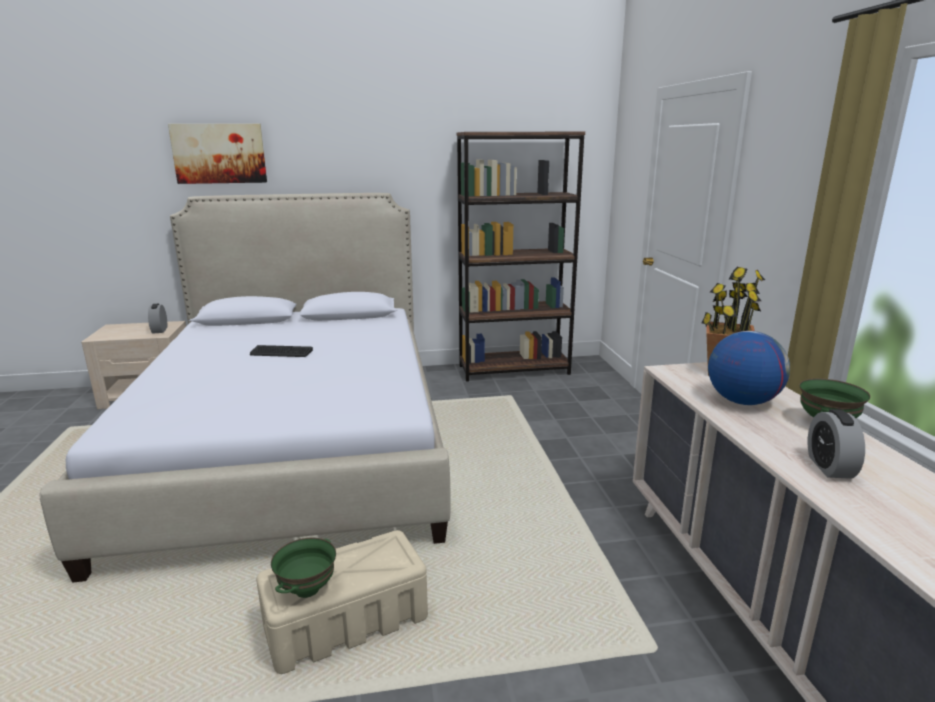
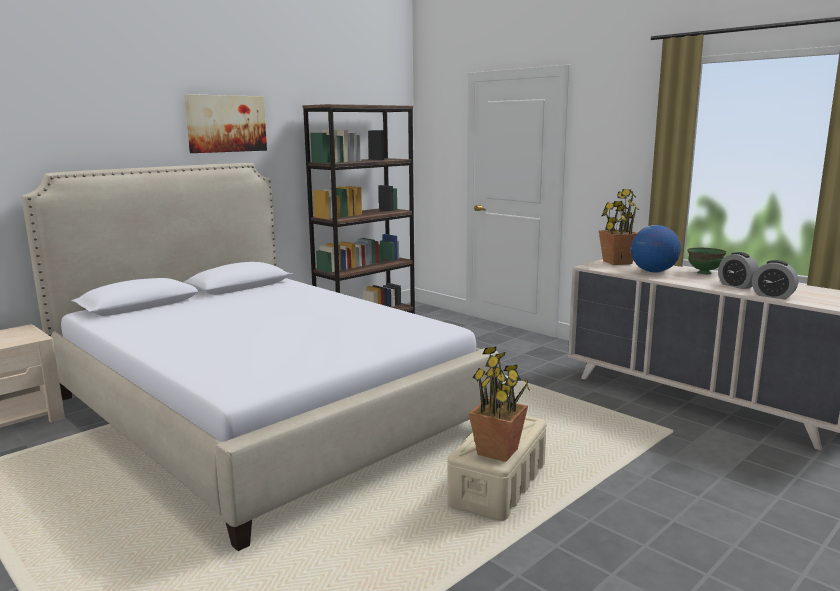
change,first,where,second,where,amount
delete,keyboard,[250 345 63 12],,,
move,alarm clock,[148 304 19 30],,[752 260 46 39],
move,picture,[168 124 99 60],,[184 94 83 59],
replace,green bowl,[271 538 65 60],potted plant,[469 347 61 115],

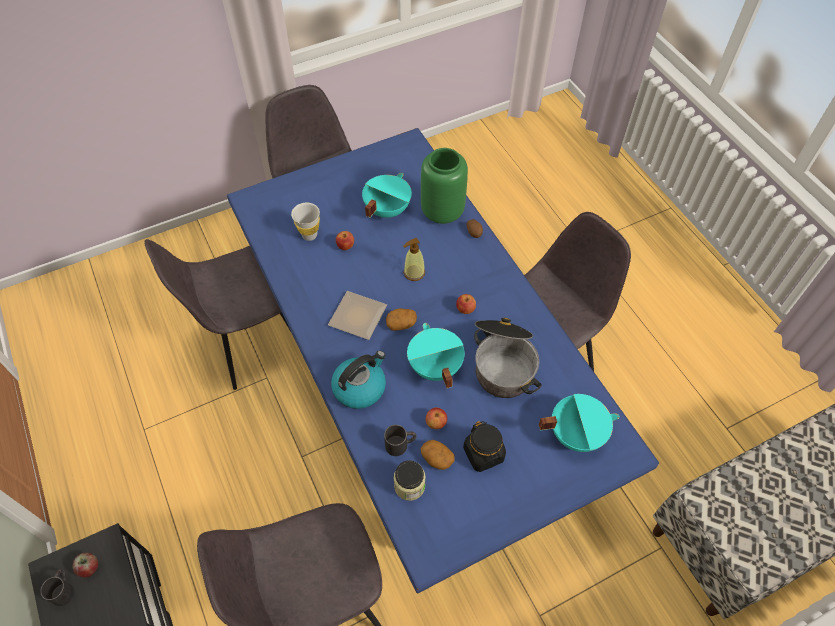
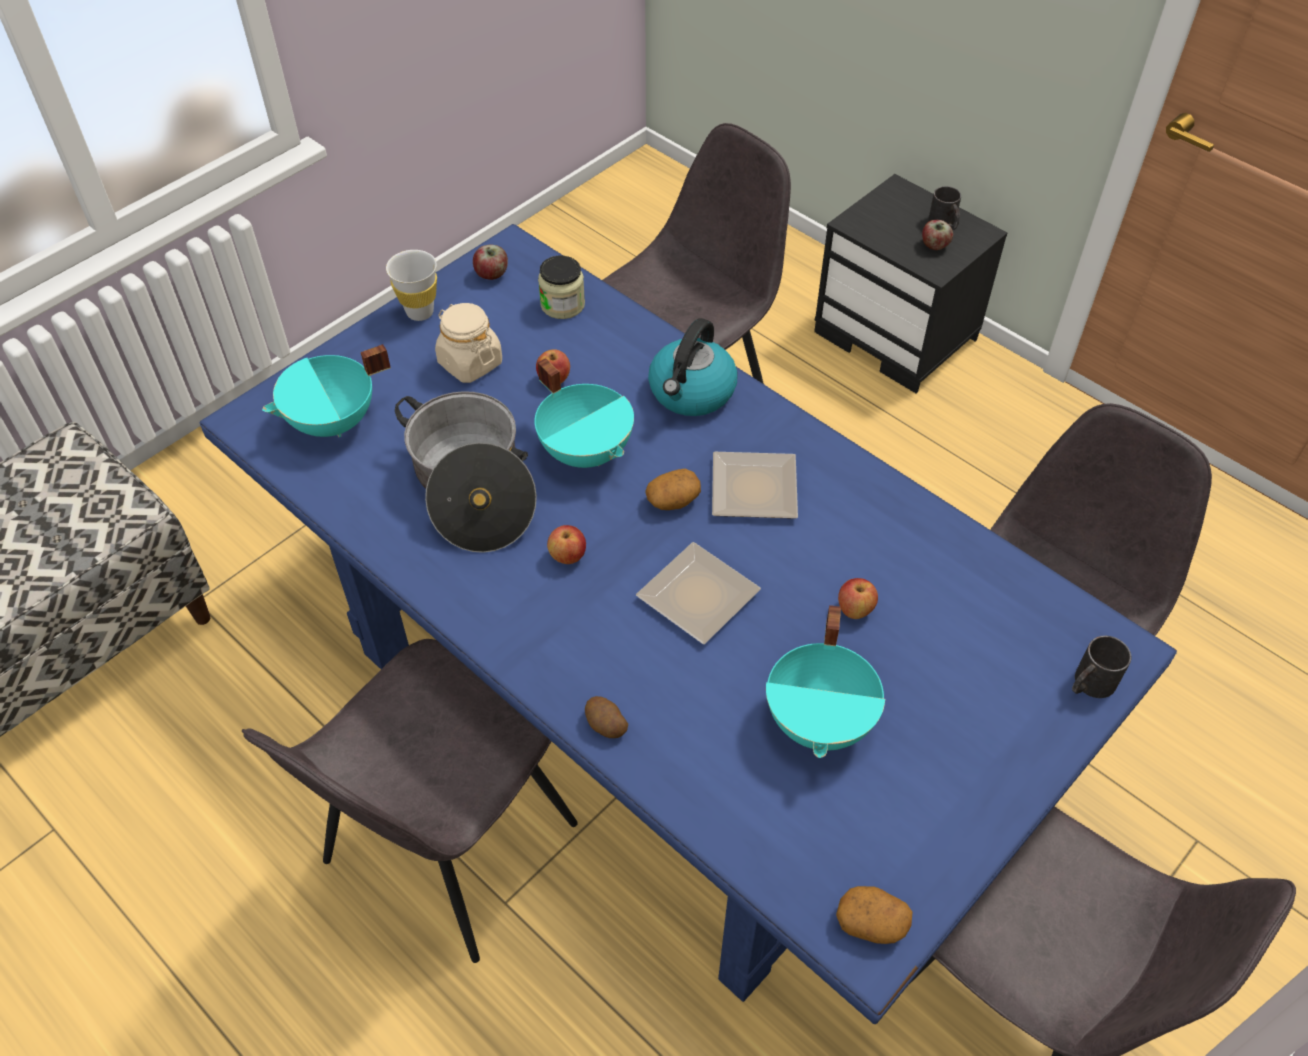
change,first,where,second,where,amount
delete,green vase,[421 148 47 76],,,
insert,,,apple,[473 245 35 35],
move,white cup,[291 203 29 38],,[386 250 51 71],
move,black mug,[384 425 33 31],,[1072 636 59 62],
move,potato,[421 440 34 30],,[836 886 76 58],
replace,soap dispenser,[403 238 22 43],plate,[636 542 125 102],
recolor,black jar,[463 421 43 51],beige jar,[435 303 67 80],

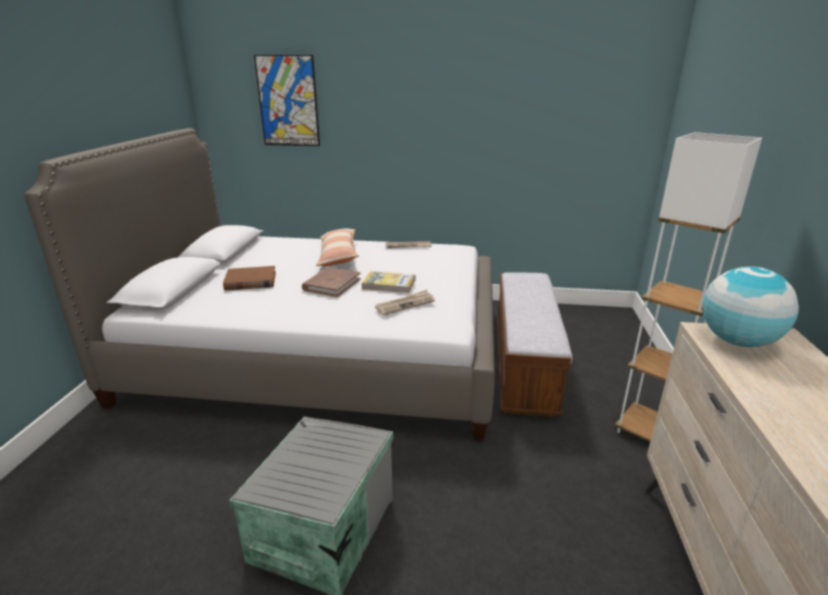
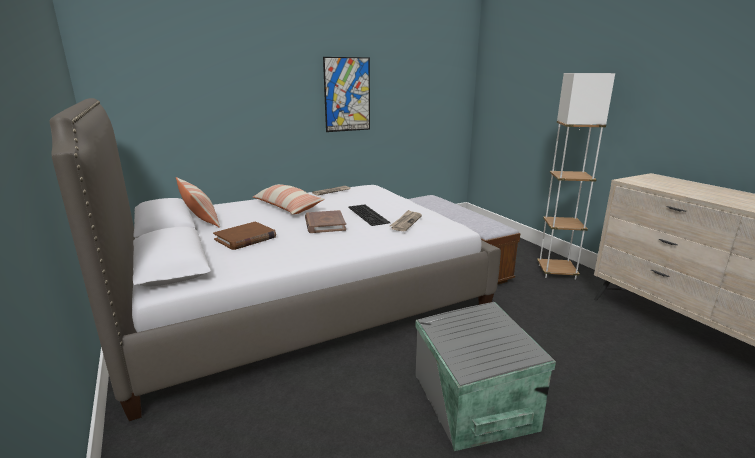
change,first,where,second,where,amount
delete,globe,[702 266 97 81],,,
insert,,,pillow,[176 177 44 51],
move,picture,[254 55 66 91],,[323 57 47 75],
replace,book,[362 271 53 22],keyboard,[348 204 43 22],

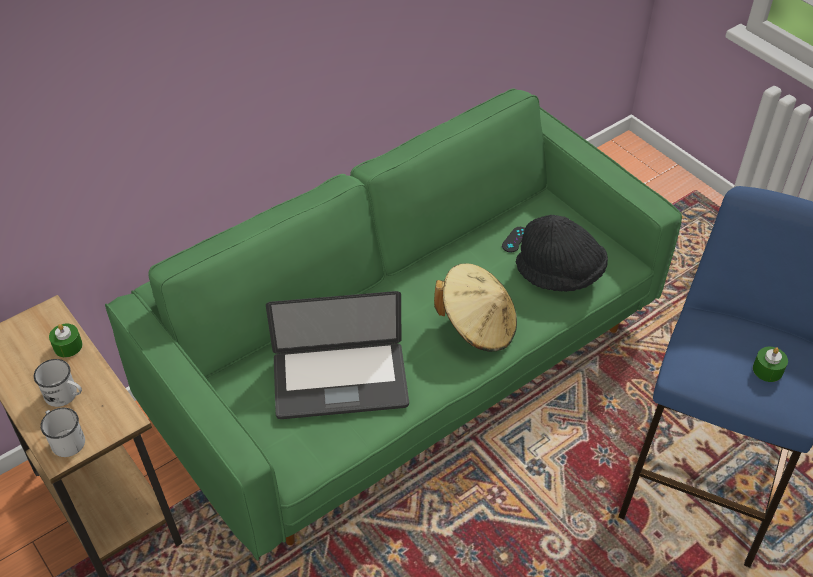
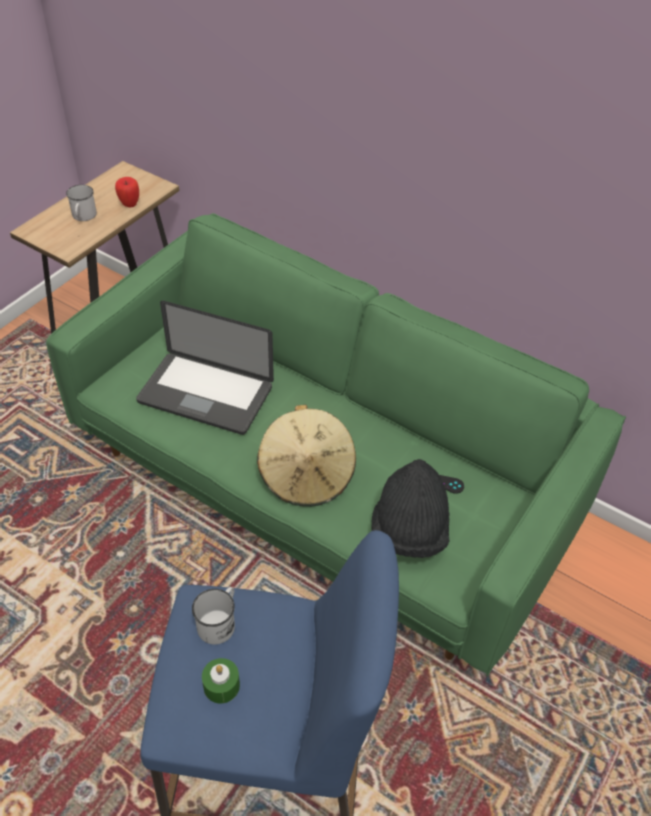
change,first,where,second,where,amount
move,white mug,[40 408 45 49],,[192 587 43 57],
replace,green candle,[49 324 34 33],apple,[115 177 24 31],
rotate,laptop,[266 291 143 128],,[136 301 138 134],45 degrees counterclockwise

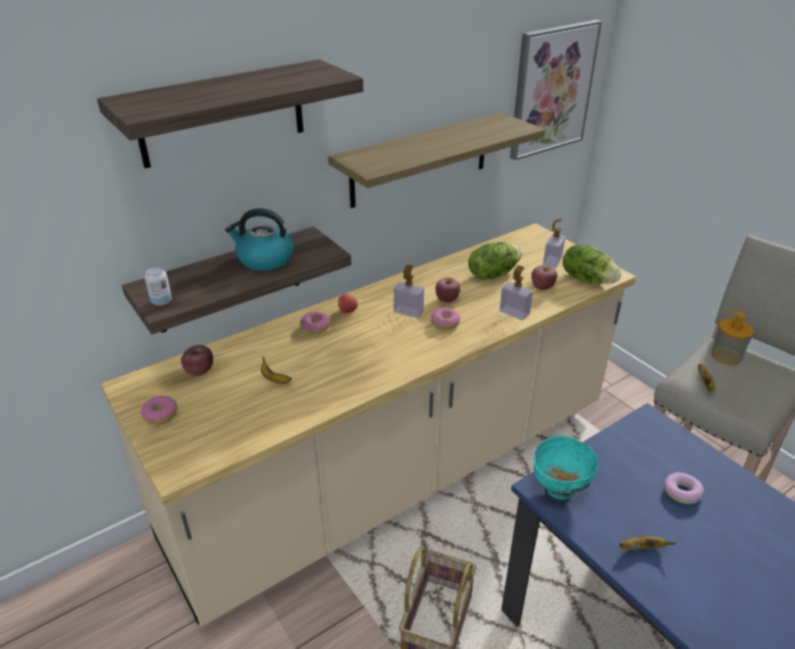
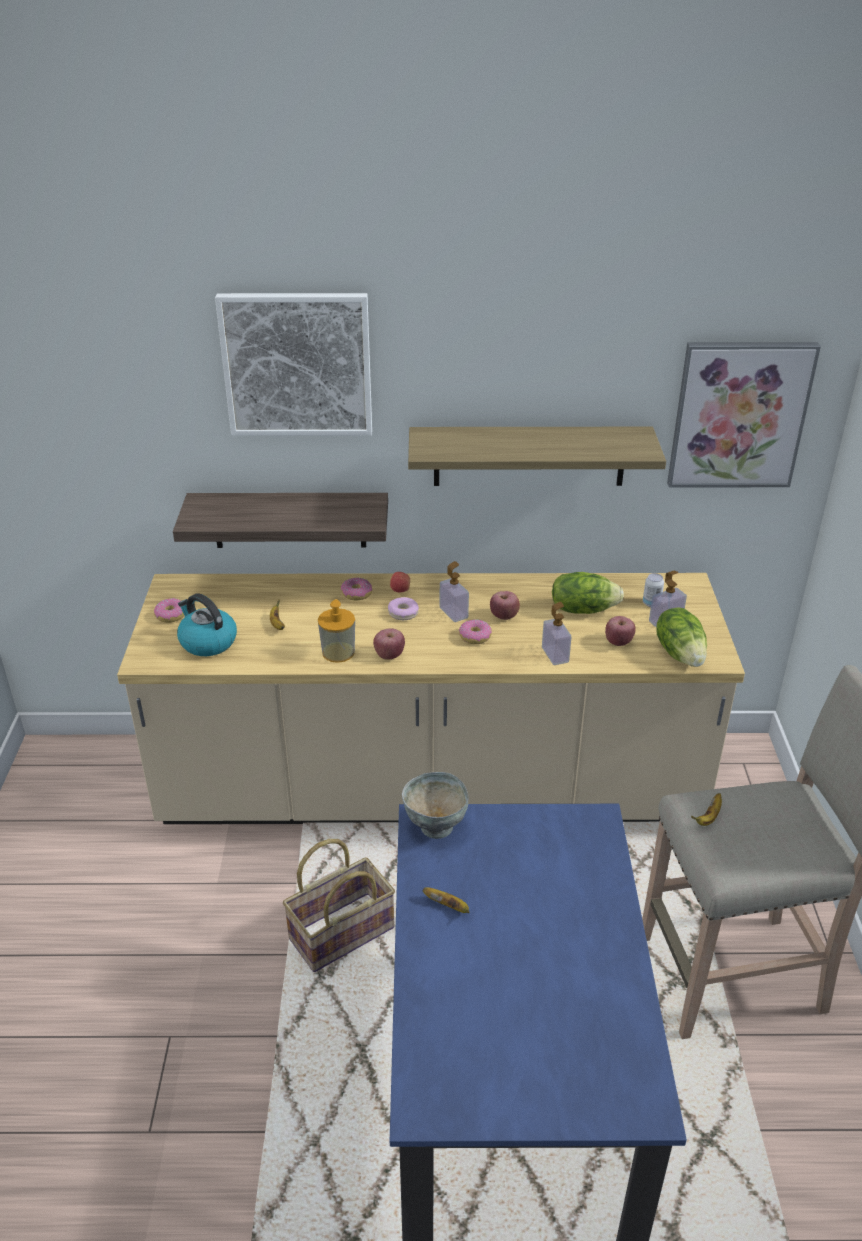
change,first,where,second,where,amount
move,can,[144 266 28 40],,[643 573 21 34],
move,apple,[181 345 32 31],,[373 628 32 32],
move,kettle,[225 208 69 63],,[177 593 60 63],
move,donut,[664 473 40 31],,[388 597 31 23],
move,soap dispenser,[712 311 42 54],,[318 599 37 64],
replace,shelf,[97 59 266 109],picture,[215 293 157 143],
recolor,turquoise bowl,[534 436 64 63],grey bowl,[402 772 67 67],

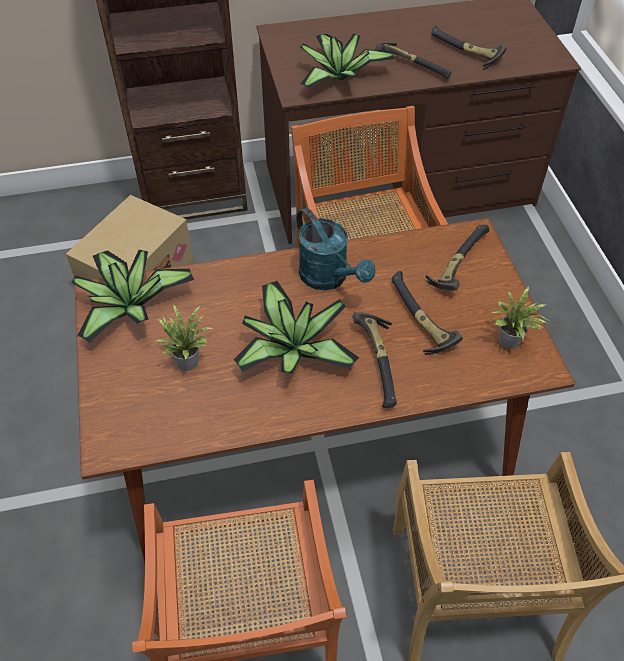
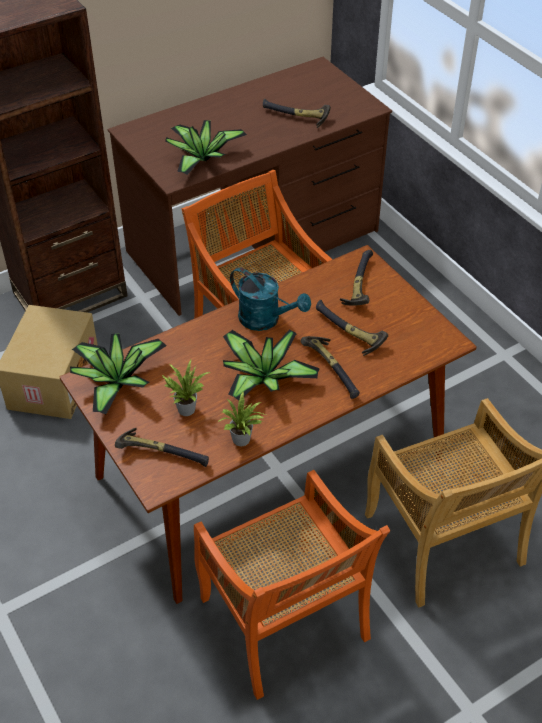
change,first,where,second,where,amount
move,hammer,[375 43 77 36],,[115 428 94 39],
move,potted plant,[492 285 57 64],,[218 391 48 55],

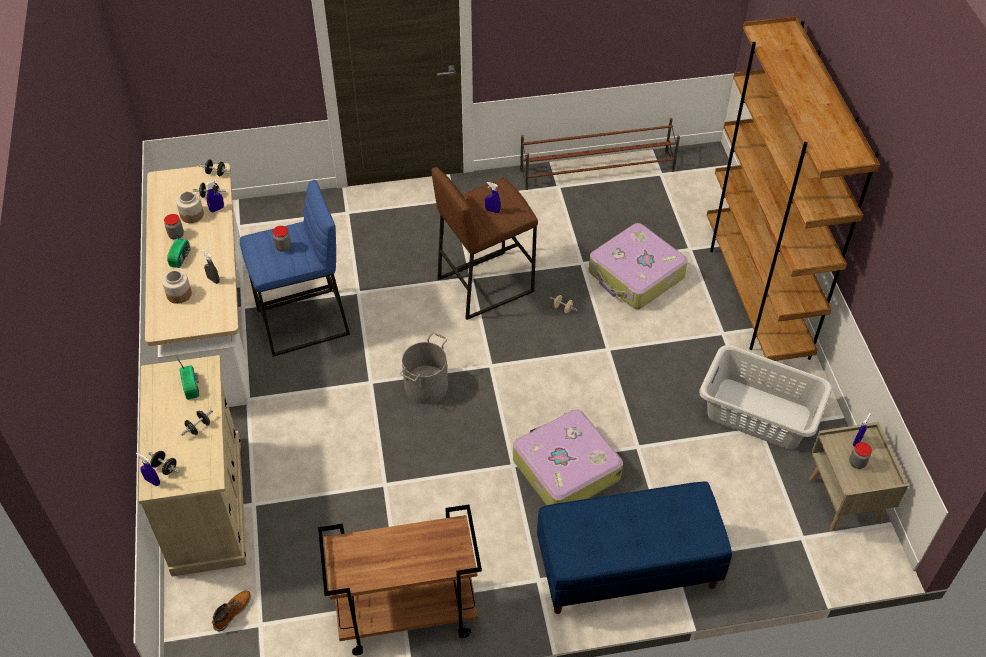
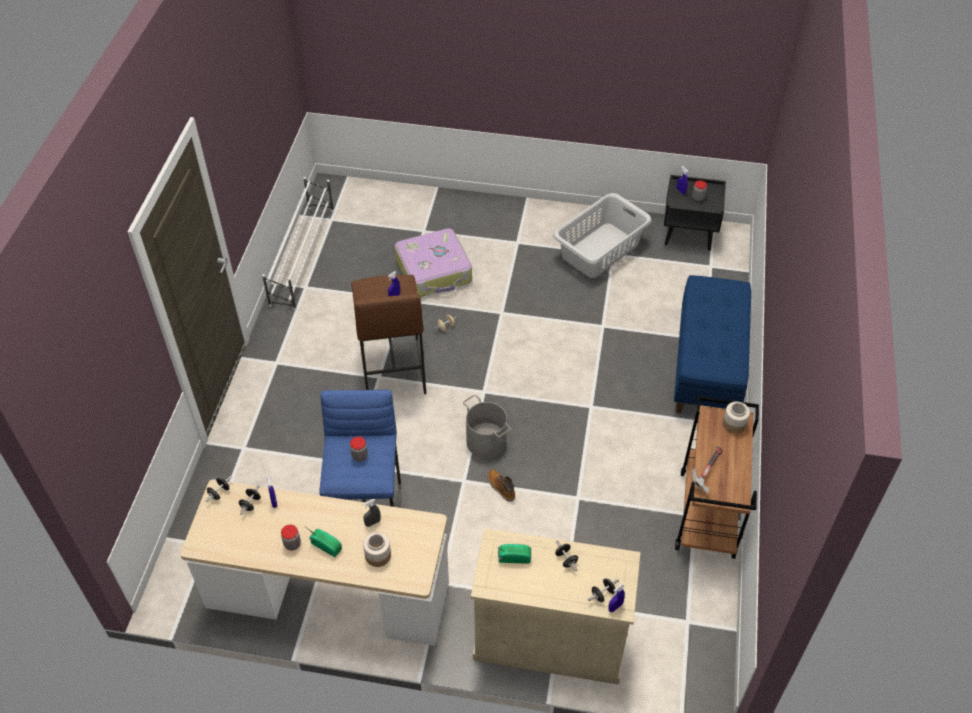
change,first,where,second,where,amount
delete,suitcase,[513 409 110 96],,,
delete,brown bookcase,[707 16 173 345],,,
insert,,,hammer,[692 447 30 47],
move,jar,[176 191 28 32],,[723 402 27 31],
move,boot,[212 590 39 41],,[488 469 27 32],
recolor,brown shoe rack,[520 118 160 72],white shoe rack,[262 177 72 133],
recolor,beige nightstand,[809 422 99 109],black nightstand,[664 175 62 76],

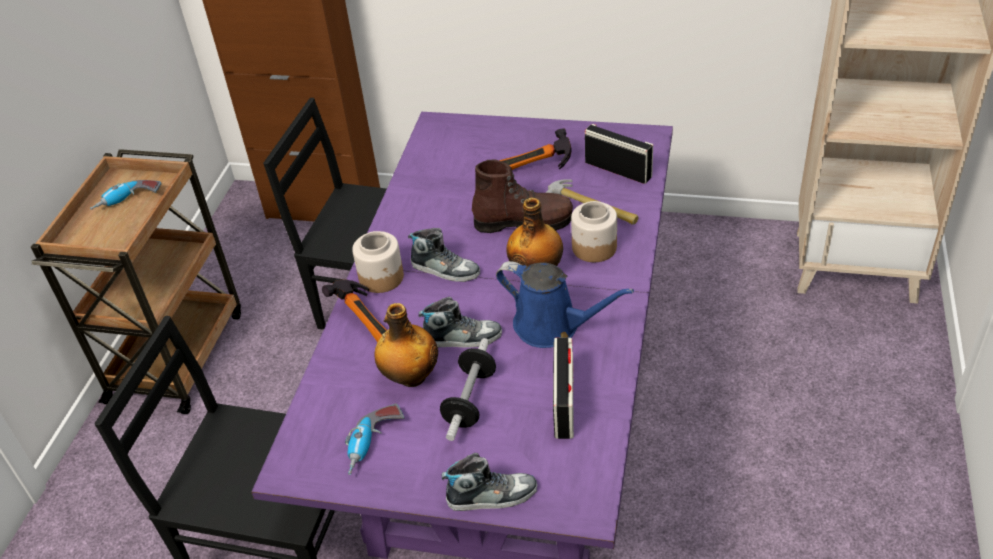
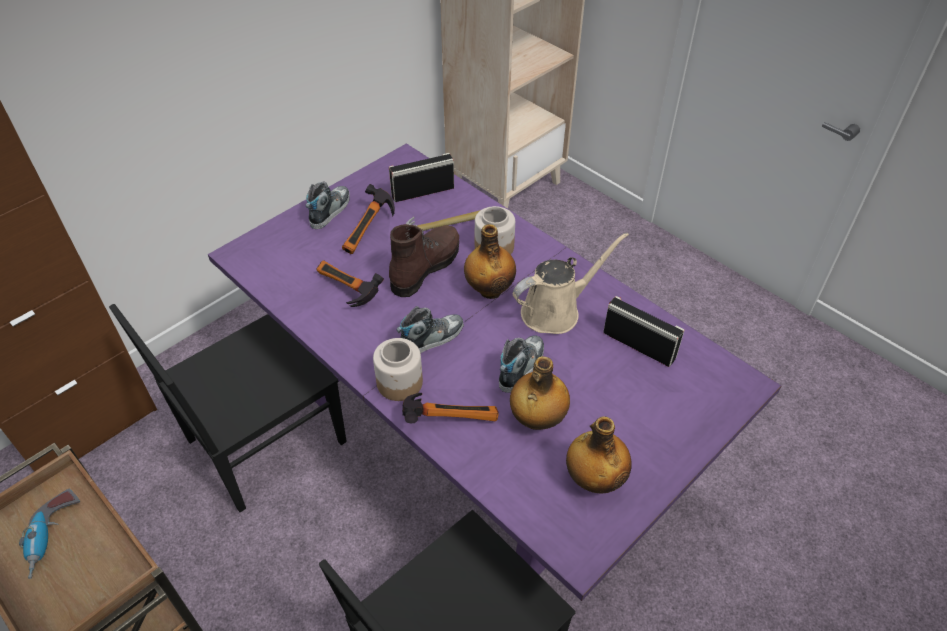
change,first,where,second,where,amount
delete,dumbbell,[440 338 56 103],,,
insert,,,hammer,[316 260 68 47],
move,shoe,[442 453 95 58],,[306 182 44 47],
replace,power drill,[345 403 59 72],bottle,[566 416 66 78],
recolor,blue watering can,[496 261 138 87],beige watering can,[513 232 116 102],

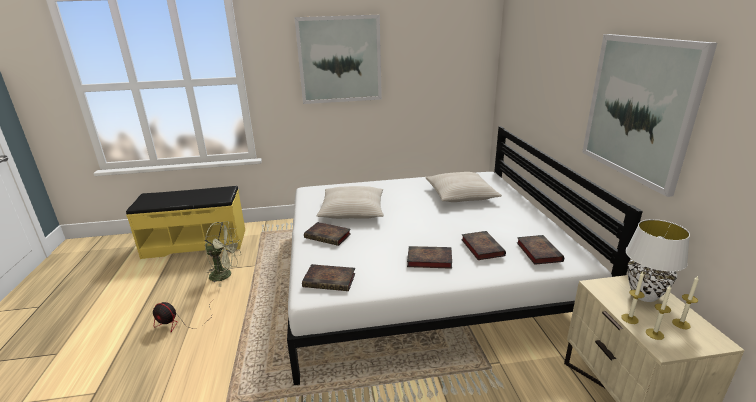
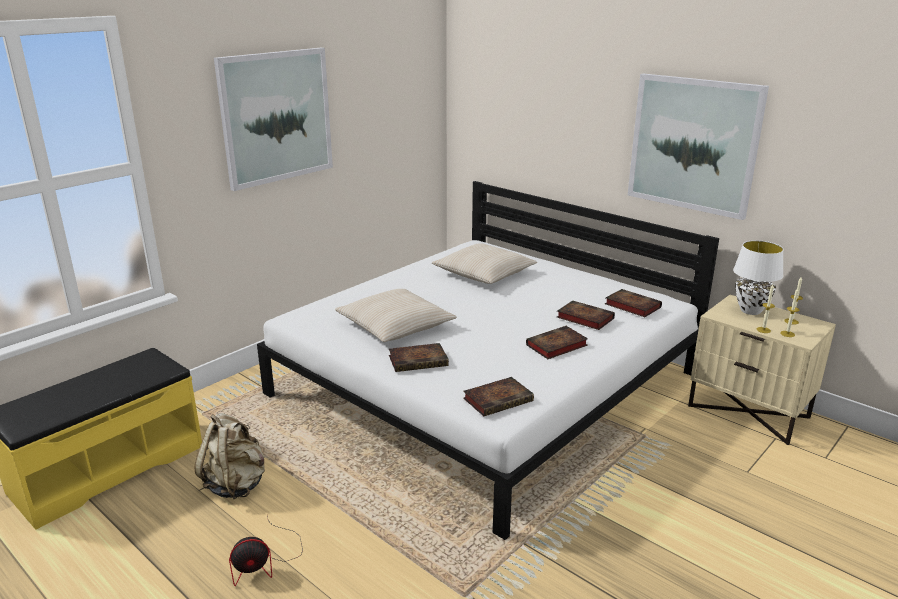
change,first,where,second,where,amount
replace,green fan,[205 222 36 65],beige backpack,[194 413 71 86],

